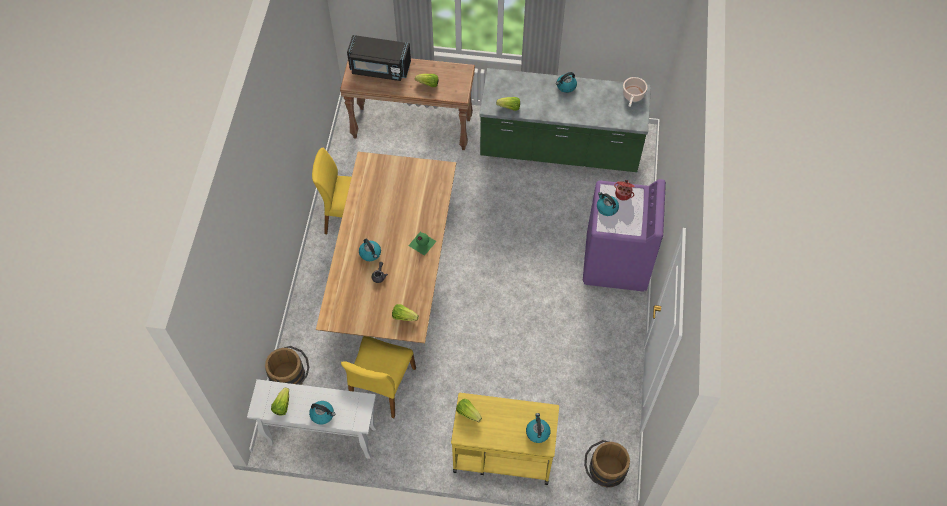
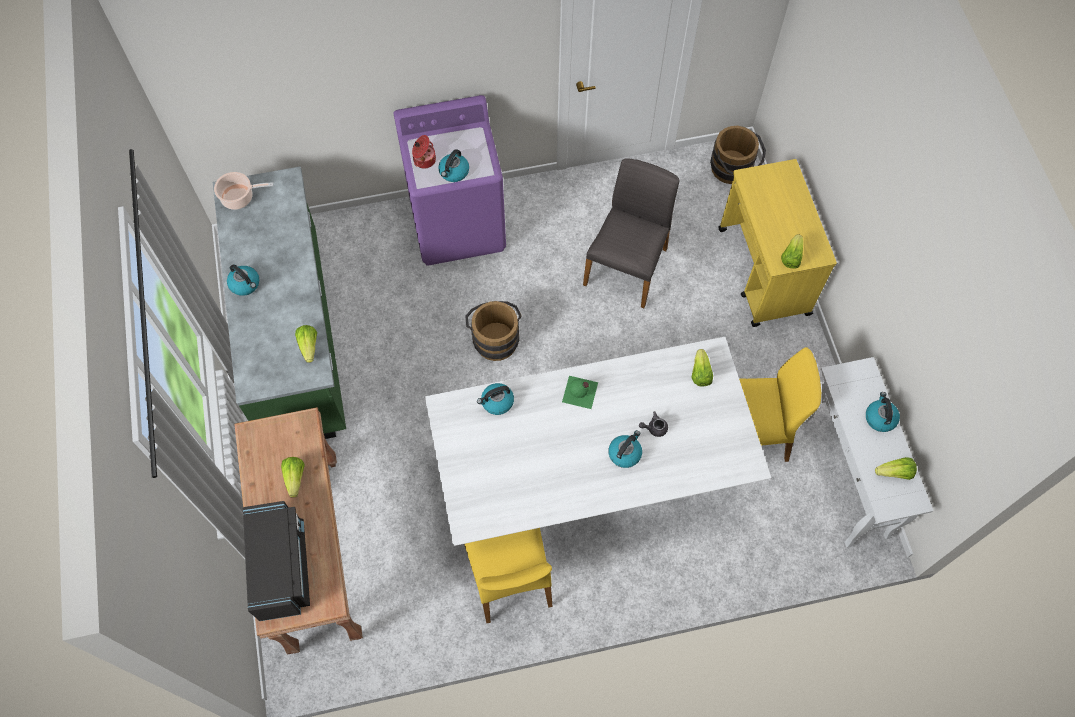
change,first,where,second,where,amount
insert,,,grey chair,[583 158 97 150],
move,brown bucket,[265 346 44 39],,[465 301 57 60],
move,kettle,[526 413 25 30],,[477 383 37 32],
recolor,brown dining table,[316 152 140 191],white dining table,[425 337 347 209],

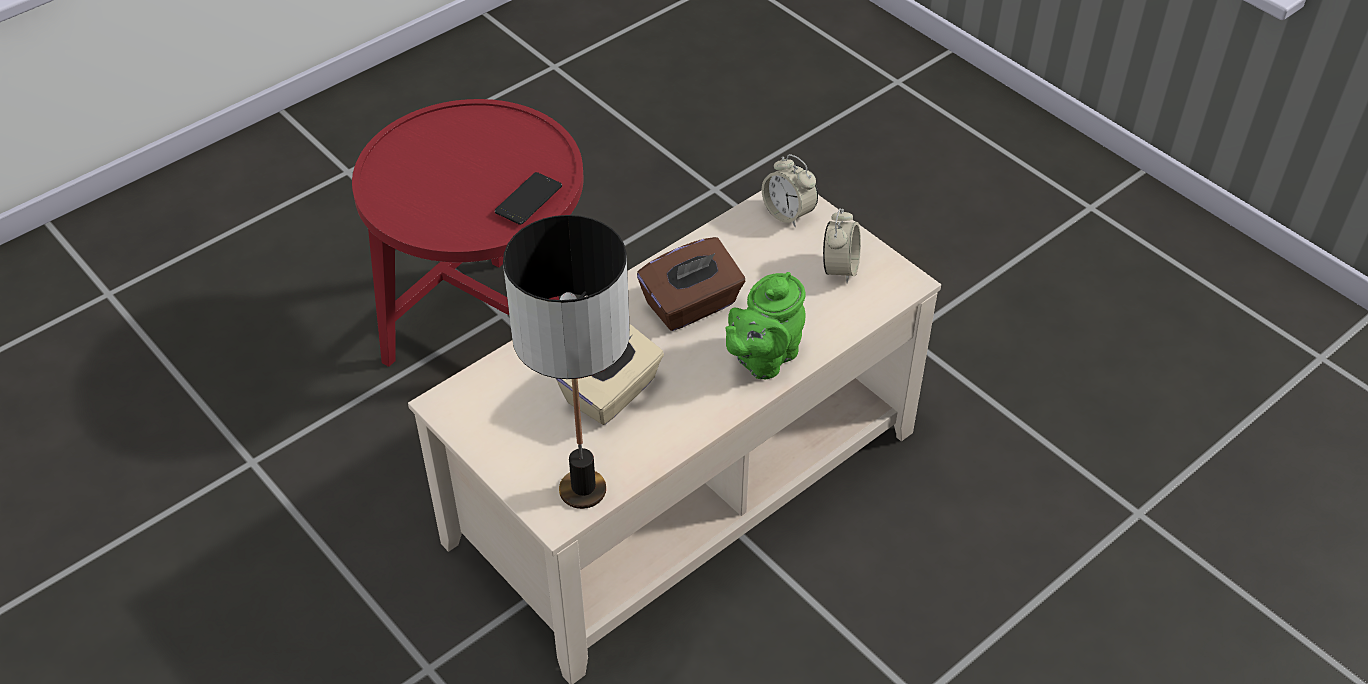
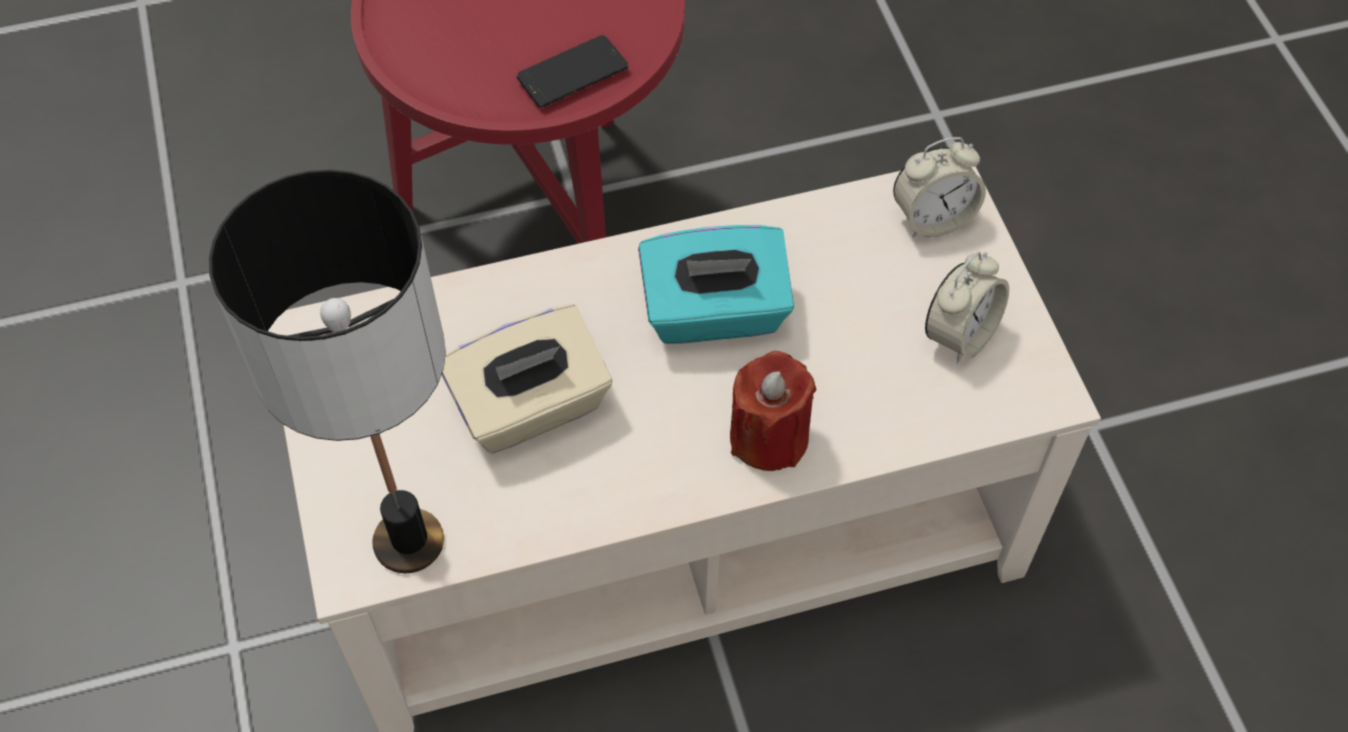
change,first,where,second,where,amount
replace,green teapot,[725 272 81 107],red candle,[730 351 87 120],
recolor,brown tissue box,[637 237 108 94],turquoise tissue box,[638 225 156 119],
rotate,alarm clock,[762 154 56 73],,[893 137 93 101],90 degrees counterclockwise

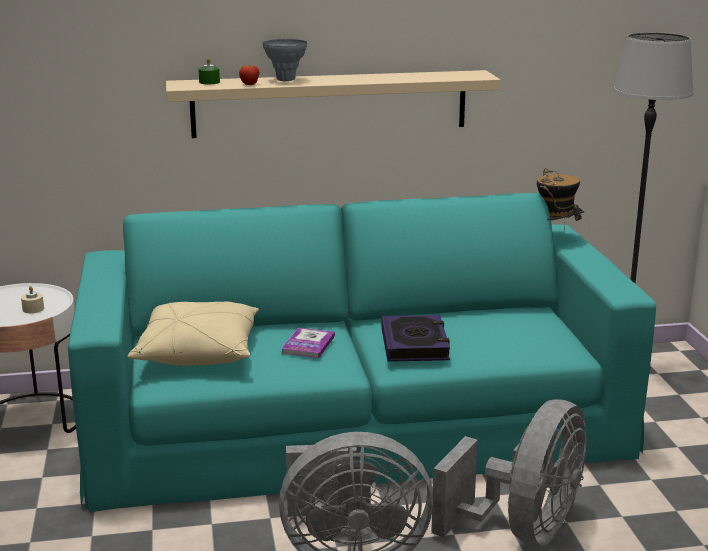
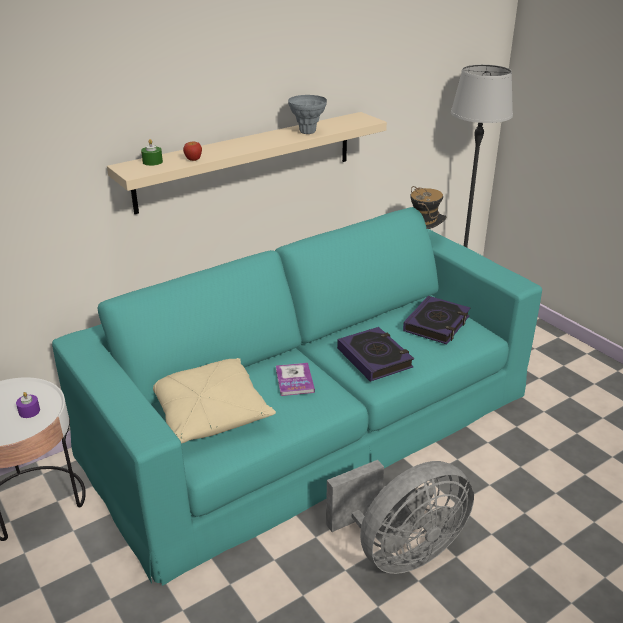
change,first,where,second,where,amount
delete,grey fan,[431 399 156 147],,,
insert,,,book,[403 296 67 48],
move,grey vase,[263 39 44 42],,[288 95 39 39],
recolor,beige candle,[21 286 23 27],purple candle,[16 392 24 26],

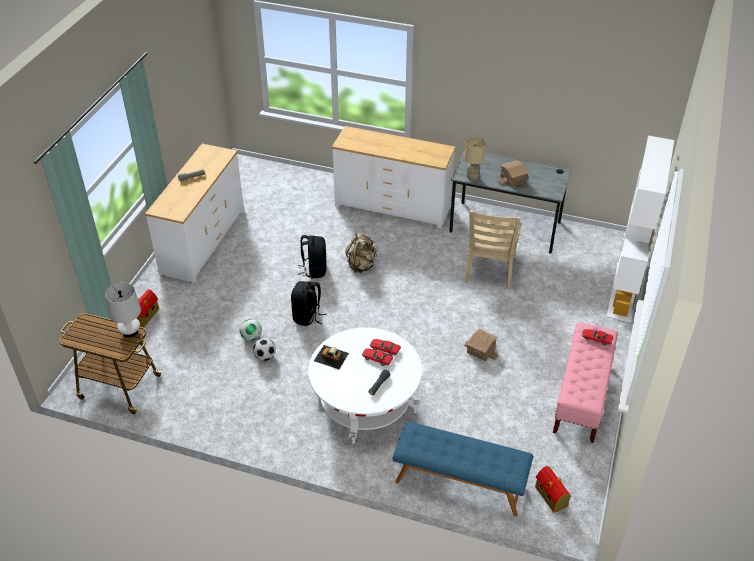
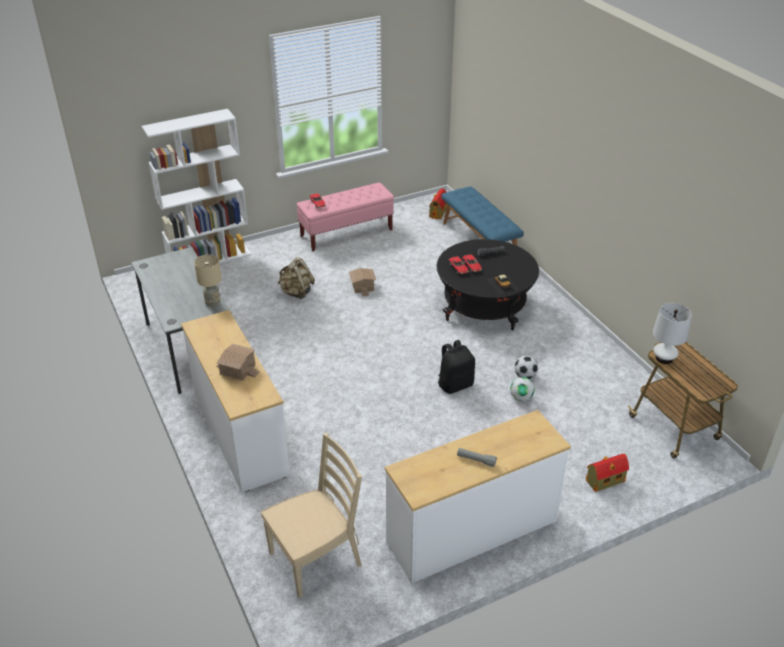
change,first,where,second,where,amount
delete,black backpack,[298 235 29 44],,,
move,beige backpack,[345 232 32 41],,[278 257 37 42],
move,beige chair,[463 210 58 79],,[261 433 101 165],
move,toy house,[498 160 31 27],,[216 344 43 36],
recolor,white coffee table,[308 328 114 116],black coffee table,[437 239 102 91],

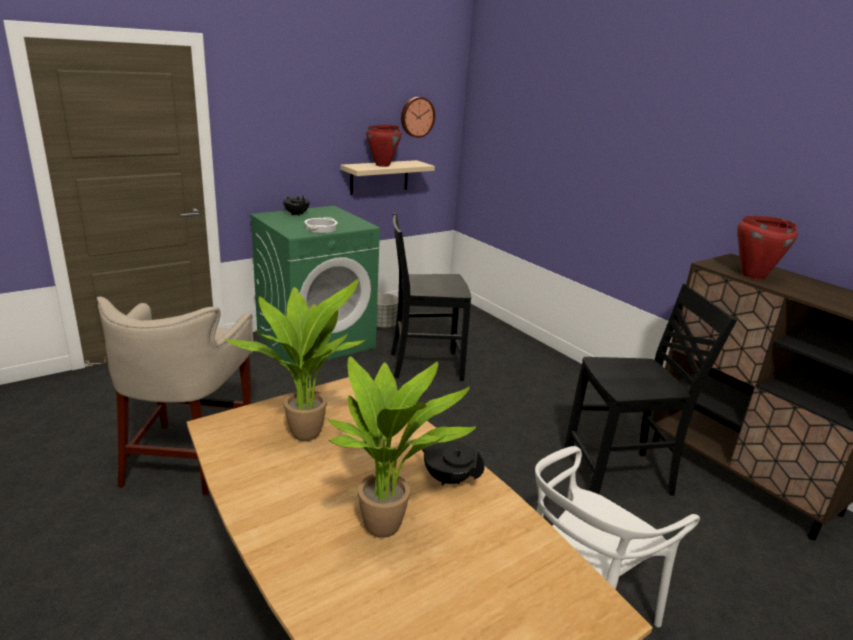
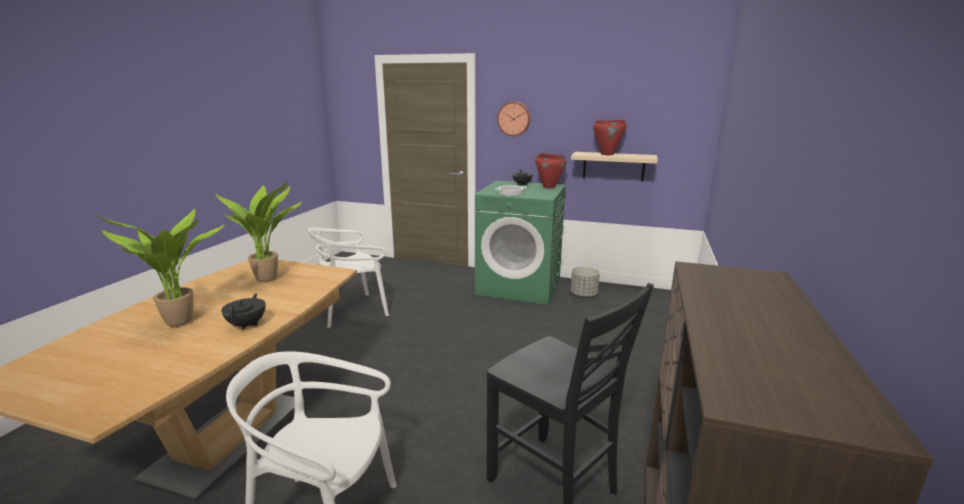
change,first,where,second,where,amount
delete,black chair,[391 213 80 168],,,
move,wall clock,[401 97 34 41],,[497 102 33 34],
move,red cooking pot,[737 216 61 63],,[535 153 31 35],
replace,beige stool,[97 296 156 199],white chair,[308 228 81 100],

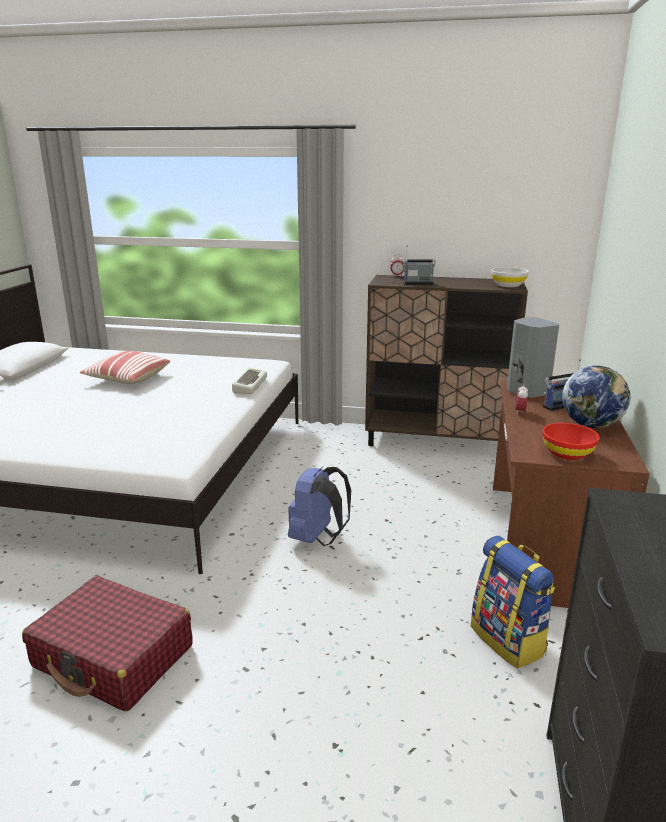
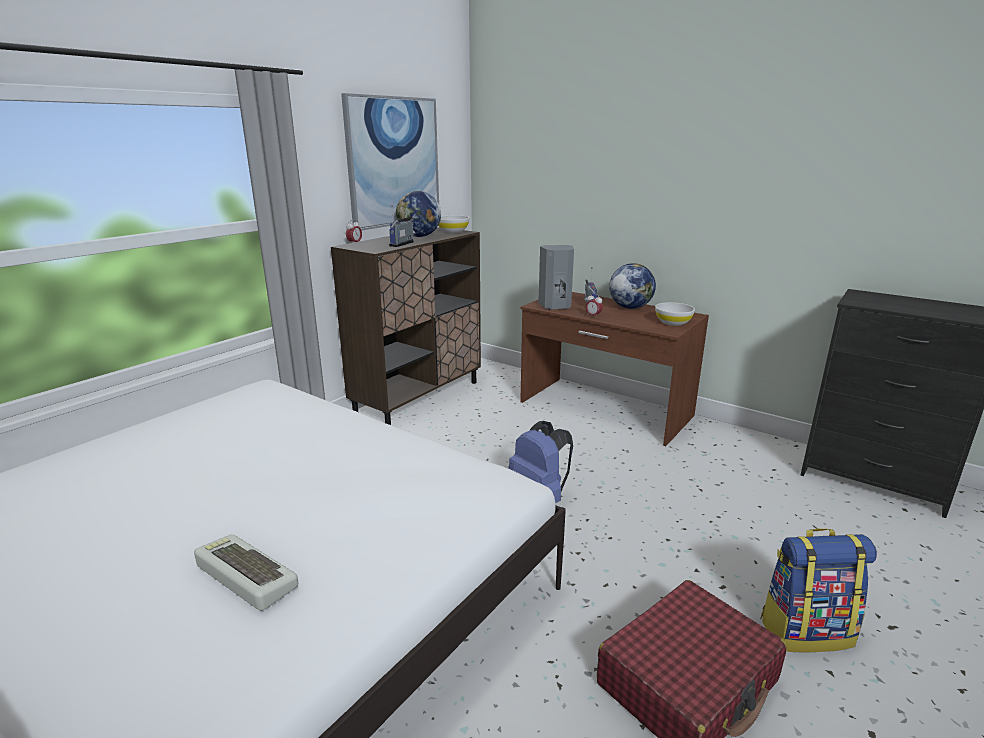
change,first,where,second,where,amount
delete,pillow,[80 351 90 33],,,
insert,,,picture,[341 93 98 137],
insert,,,globe,[396 191 45 46],
move,keyboard,[232 367 35 27],,[194 534 104 77],
move,backpack,[471 536 84 133],,[760 528 117 125],
recolor,red bowl,[542 423 58 37],white bowl,[655 302 40 24],

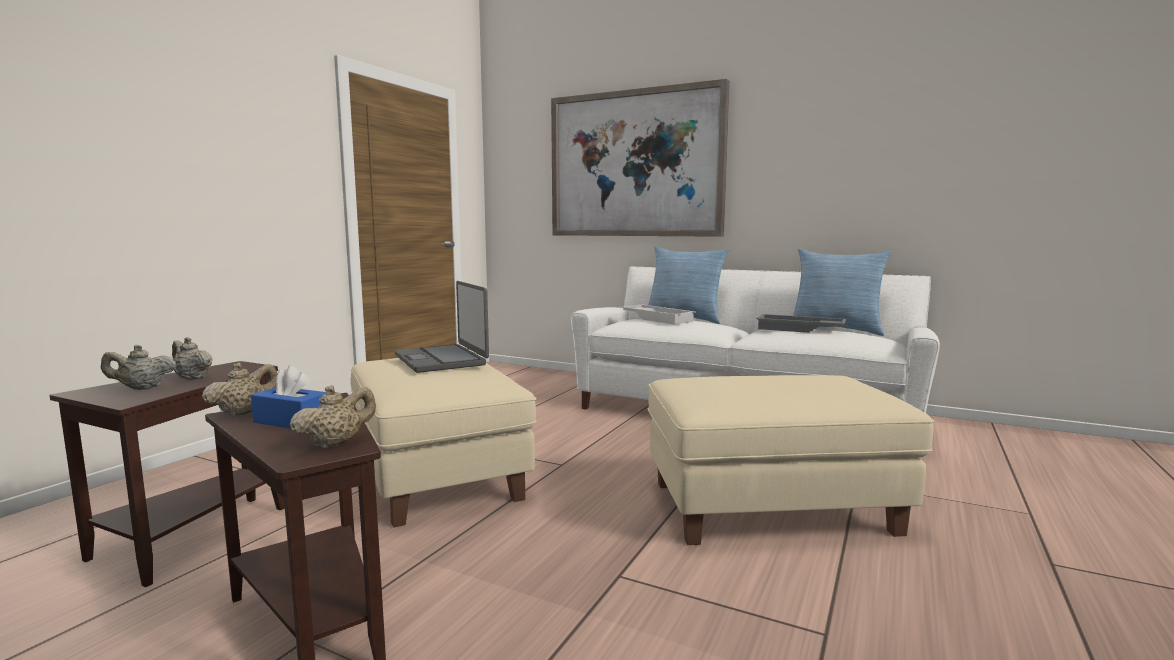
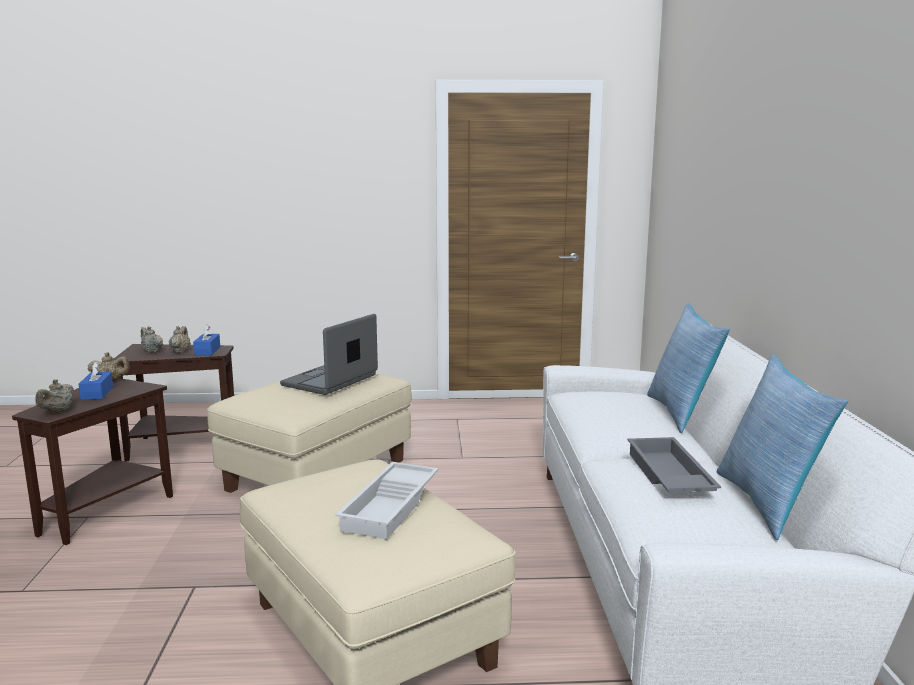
change,first,where,second,where,amount
delete,picture,[551 79 179 158],,,
insert,,,blue tissue box,[193 325 27 31],
move,white tray,[621 305 75 20],,[335 462 104 78],
rotate,beige teapot,[290 385 86 63],,[36 379 38 34],90 degrees clockwise

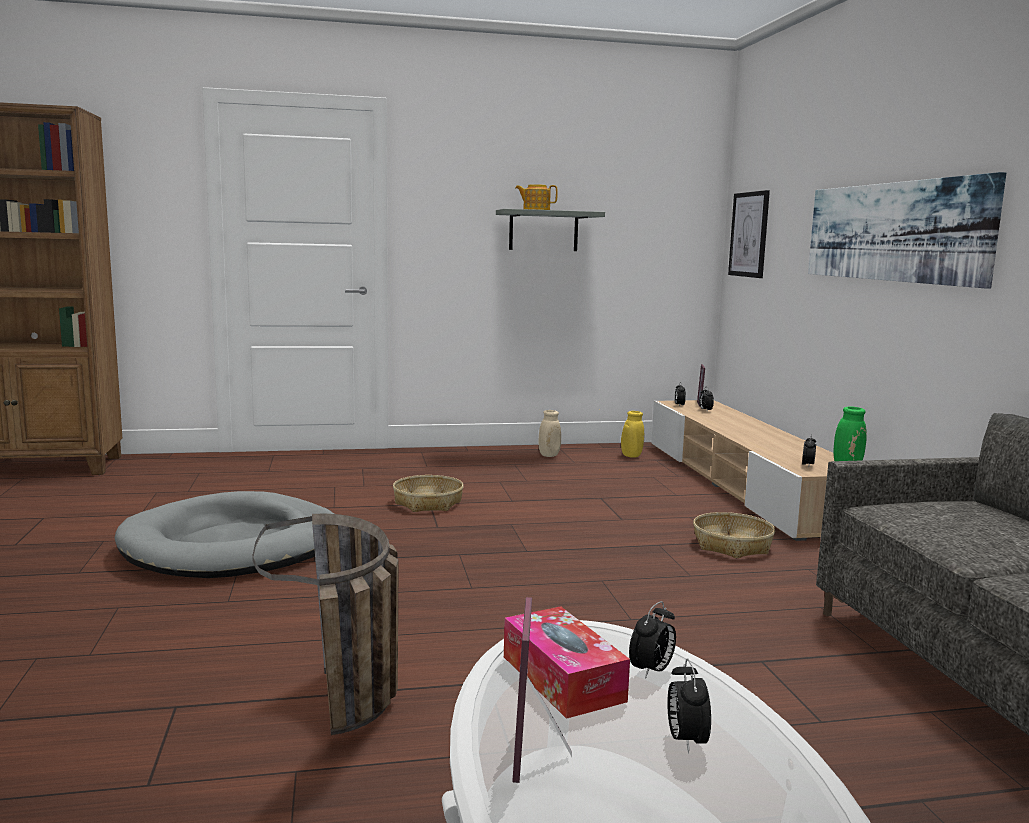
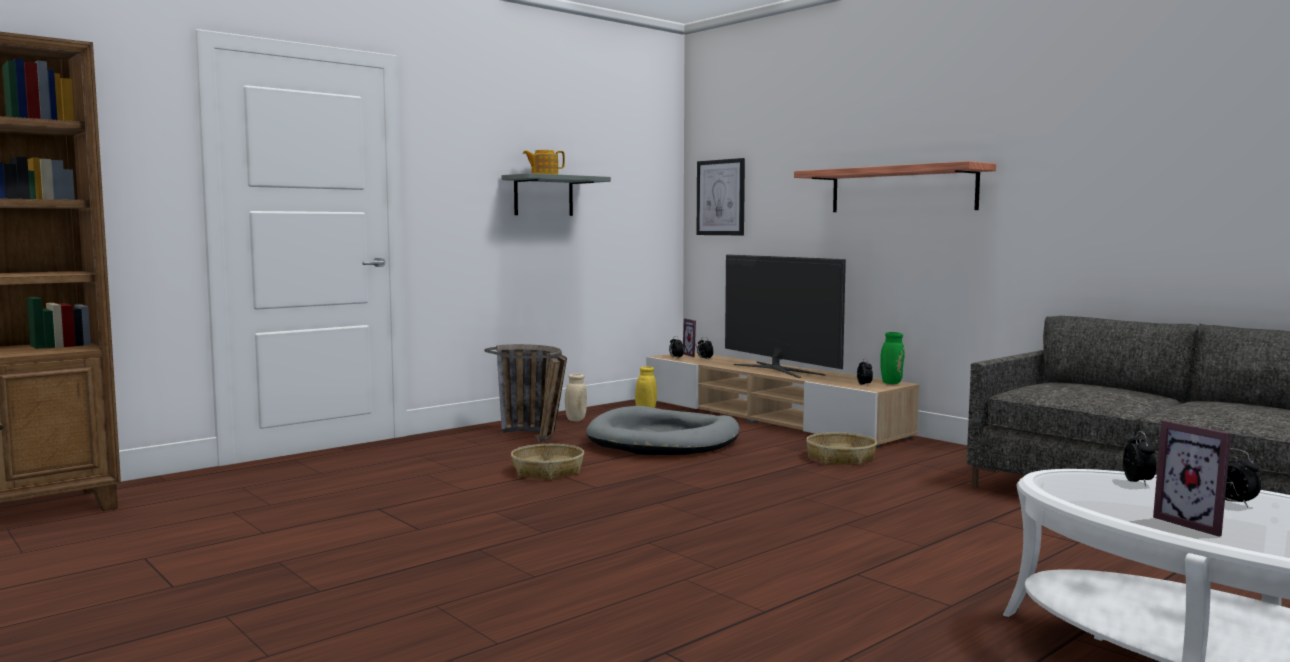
change,first,where,second,where,amount
delete,tissue box,[504 606 126 113],,,
insert,,,television,[725 254 121 124],
move,grey dog bed,[115 491 219 87],,[586 406 153 49],
move,basket,[252 514 147 221],,[484 344 83 98],
replace,picture,[808 172 198 116],shelf,[794 161 202 51],

